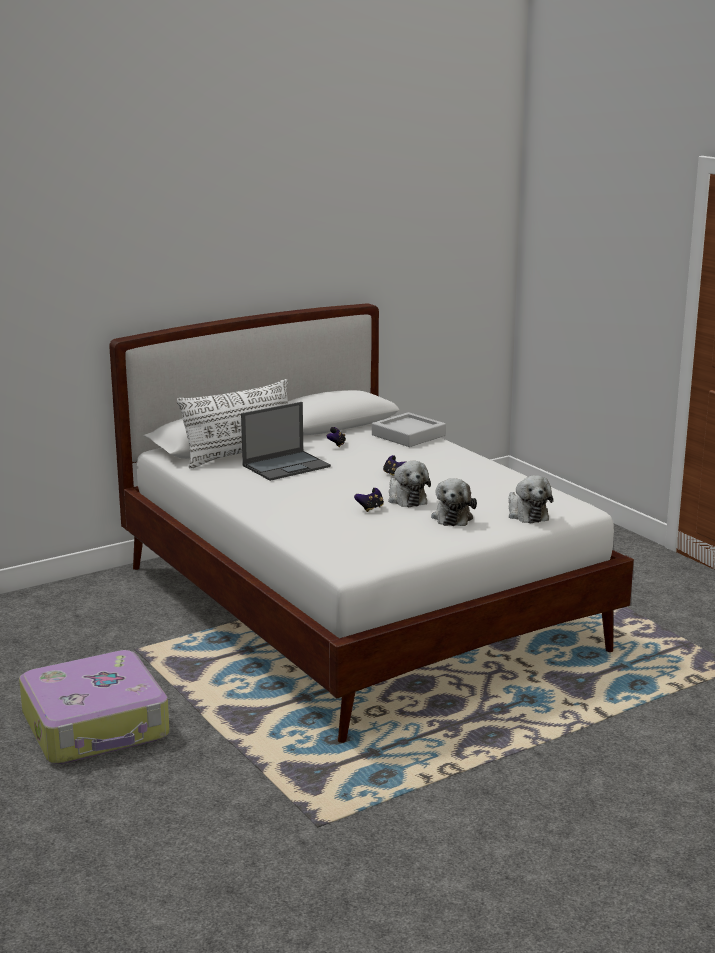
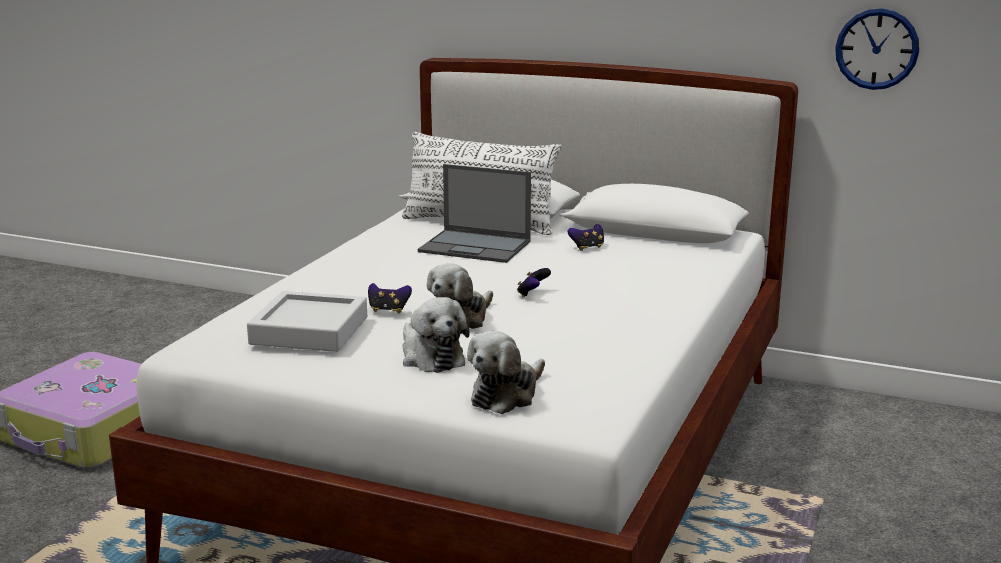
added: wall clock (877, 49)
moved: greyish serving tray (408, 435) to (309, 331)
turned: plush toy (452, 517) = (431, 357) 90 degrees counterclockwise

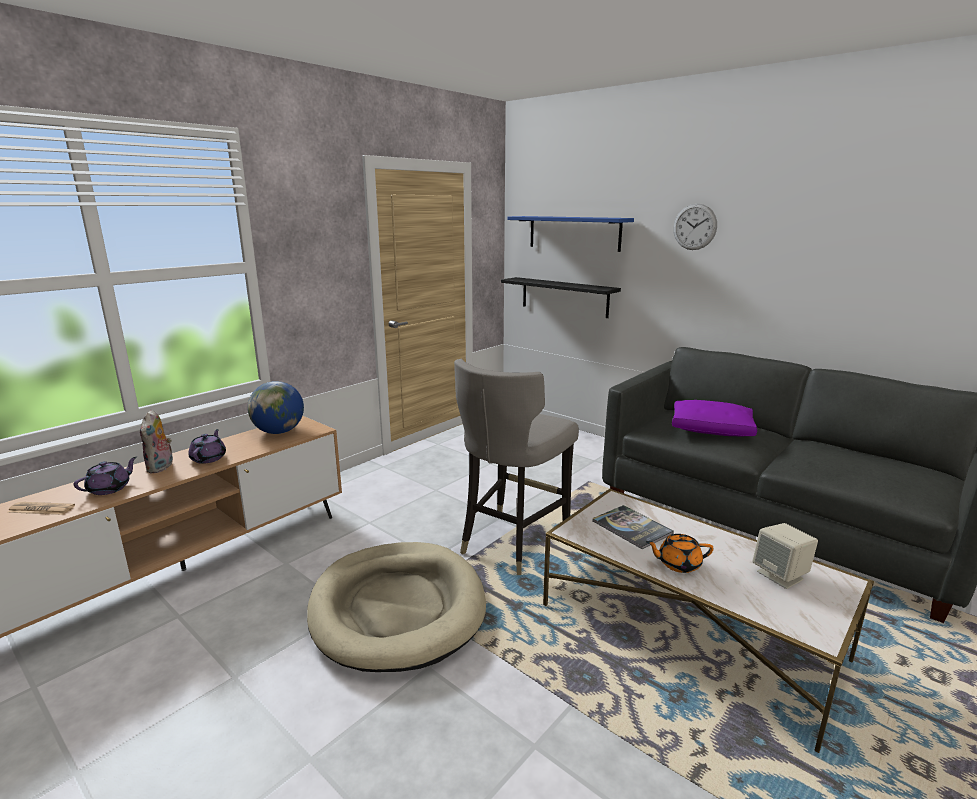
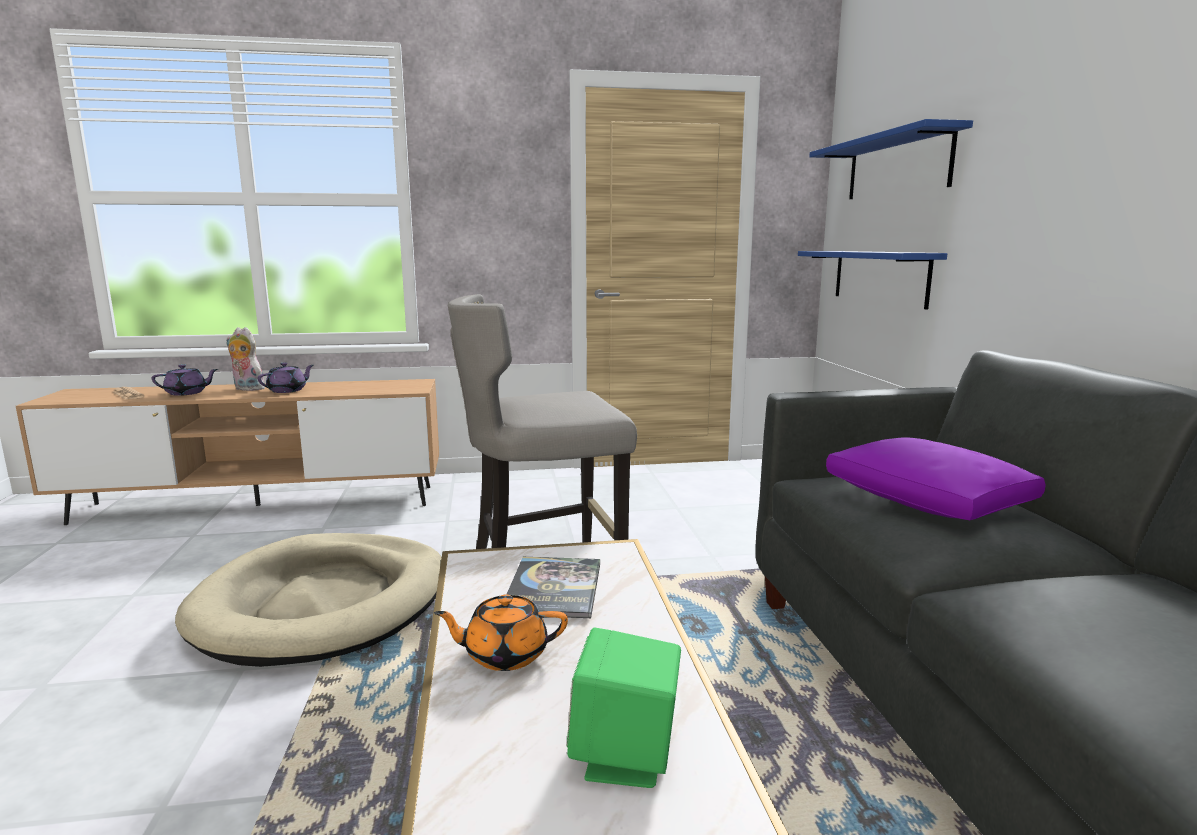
removed: globe (279, 432); wall clock (694, 227)
recoloured: blackish bracket shelf (564, 297) to bluish bracket shelf (879, 277); beige-coloured loudspeaker (780, 575) to green-coloured loudspeaker (626, 757)
turned: plush toy (161, 467) = (247, 389) 75 degrees clockwise; orange pot for tea (678, 564) = (504, 654) 45 degrees counterclockwise

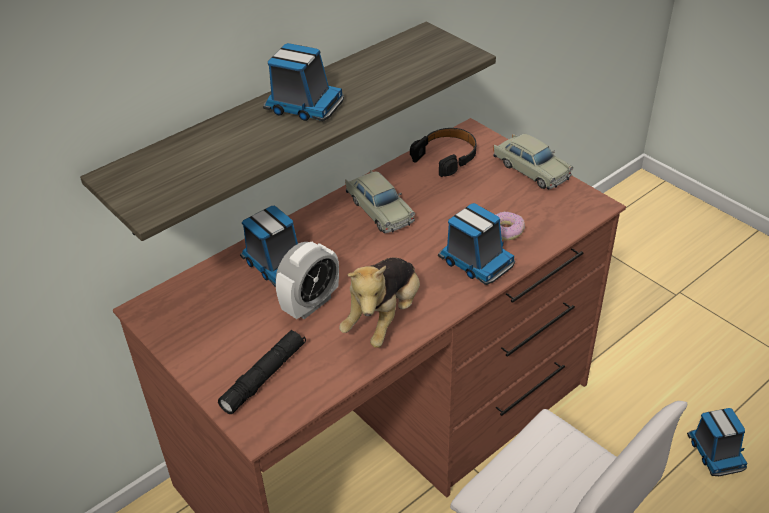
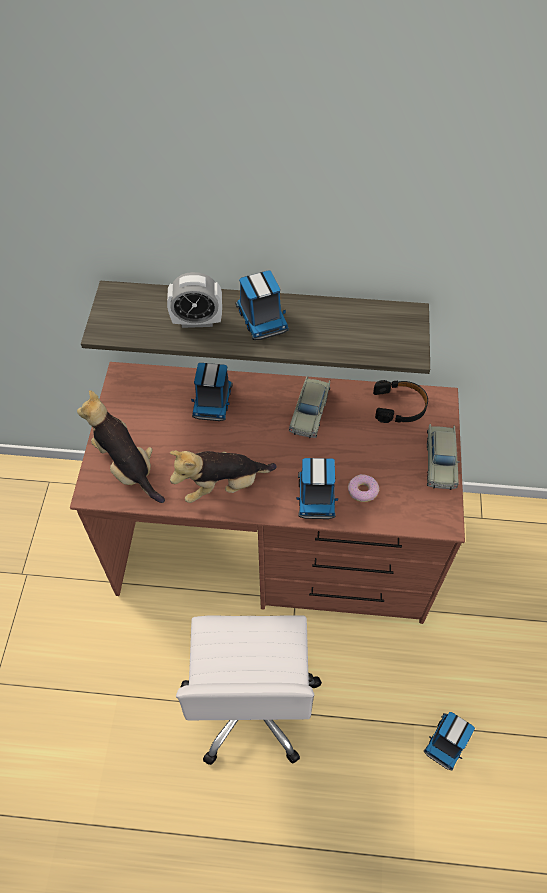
moved: table clock (310, 304) to (197, 321)
replaced: blackish torch (264, 376) to plush toy (127, 466)

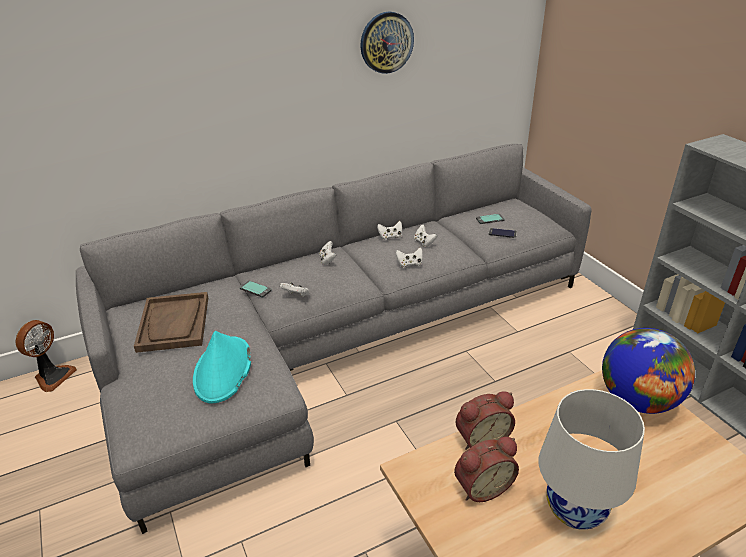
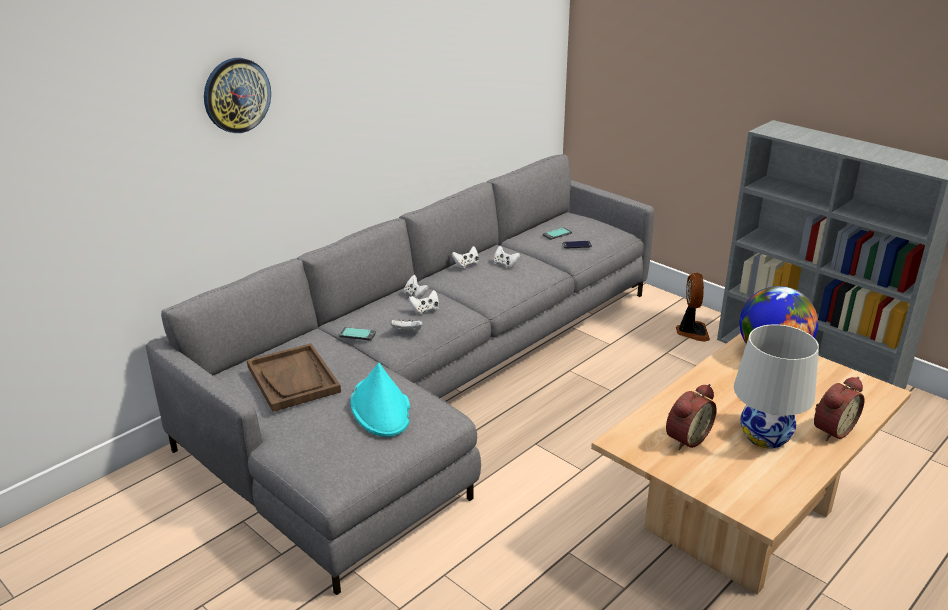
moved: fan (53, 376) to (691, 332); wall clock (386, 42) to (236, 95); whitish joypad (409, 264) to (425, 310); table clock (481, 438) to (831, 429)

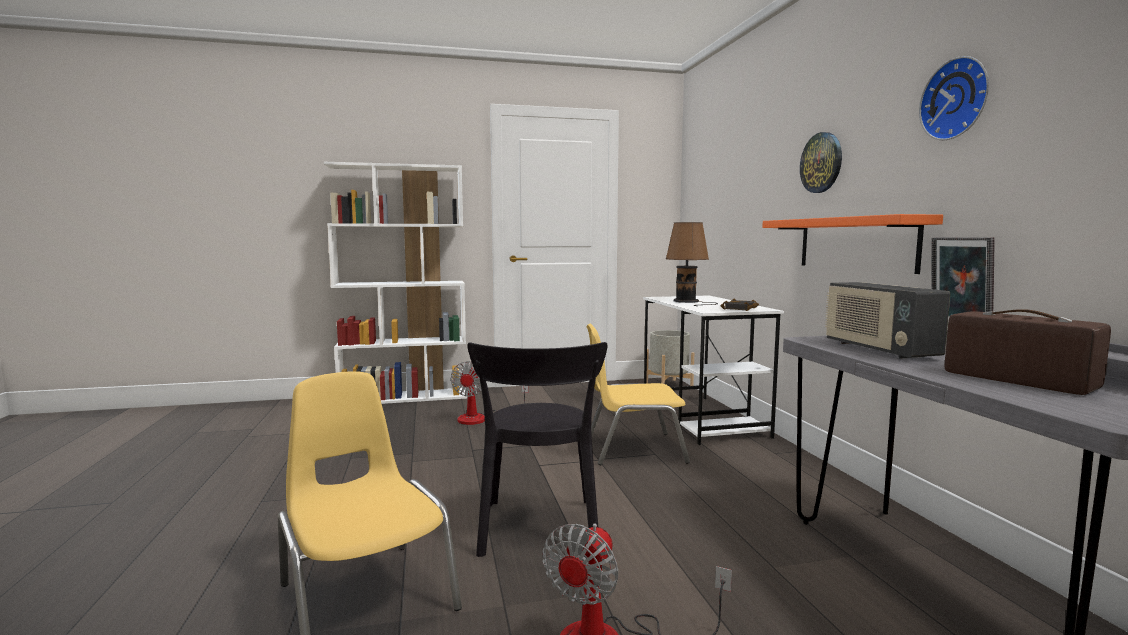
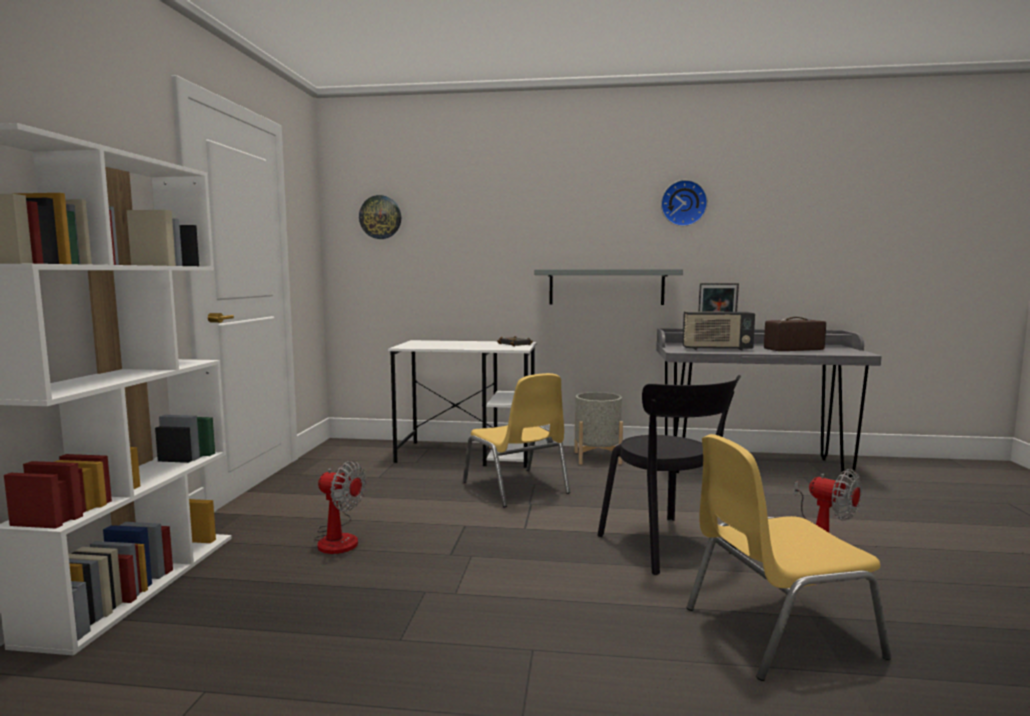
removed: brown lamp for a table (688, 301)
moved: greyish planter (668, 385) to (597, 458); wall clock (821, 163) to (380, 217)
recoloured: orange bracket shelf (855, 243) to greyish bracket shelf (606, 287)
turned: blackish upright chair (539, 531) = (668, 547) 45 degrees clockwise; yellow-coloured upright chair (633, 449) = (516, 488) 45 degrees counterclockwise

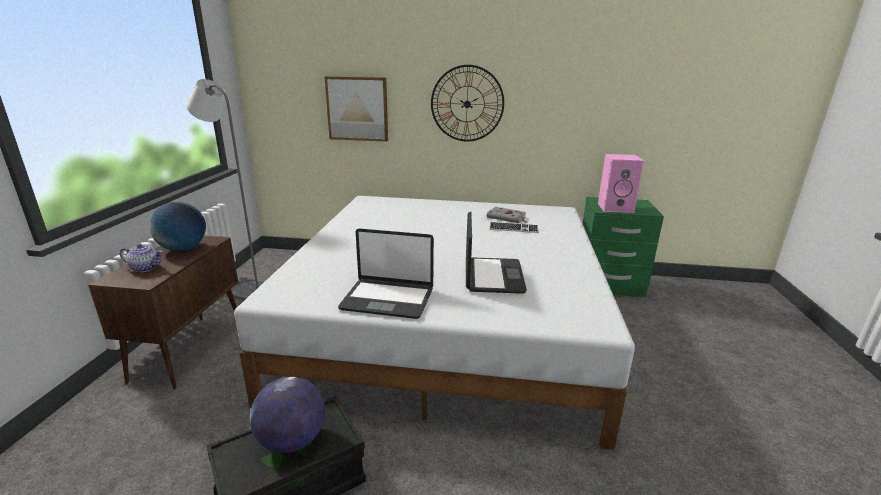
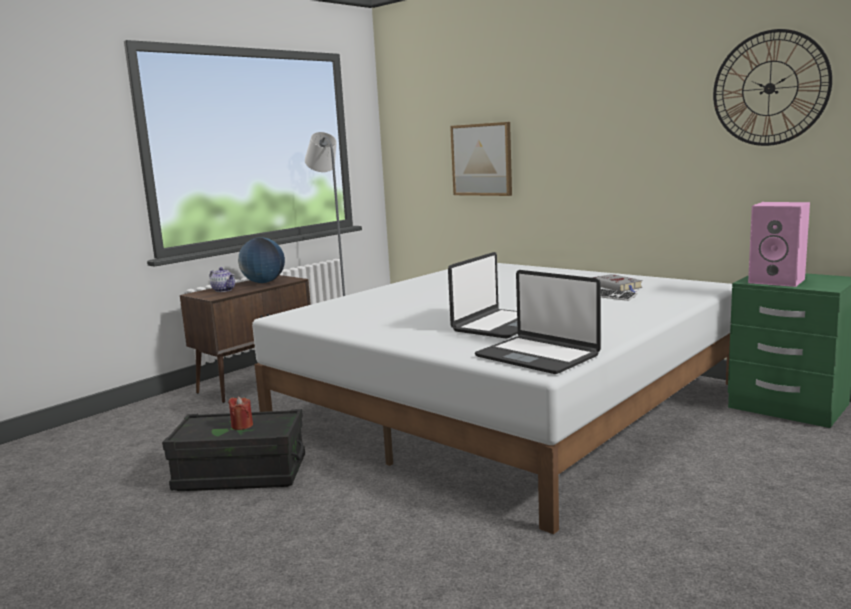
moved: portable computer (388, 299) to (538, 356); wall clock (467, 104) to (769, 88)
replaced: globe (292, 440) to reddish wax light (242, 425)

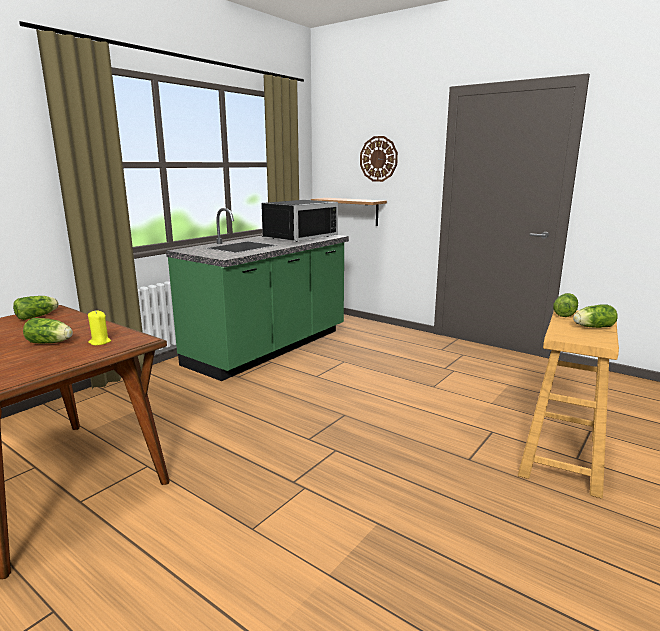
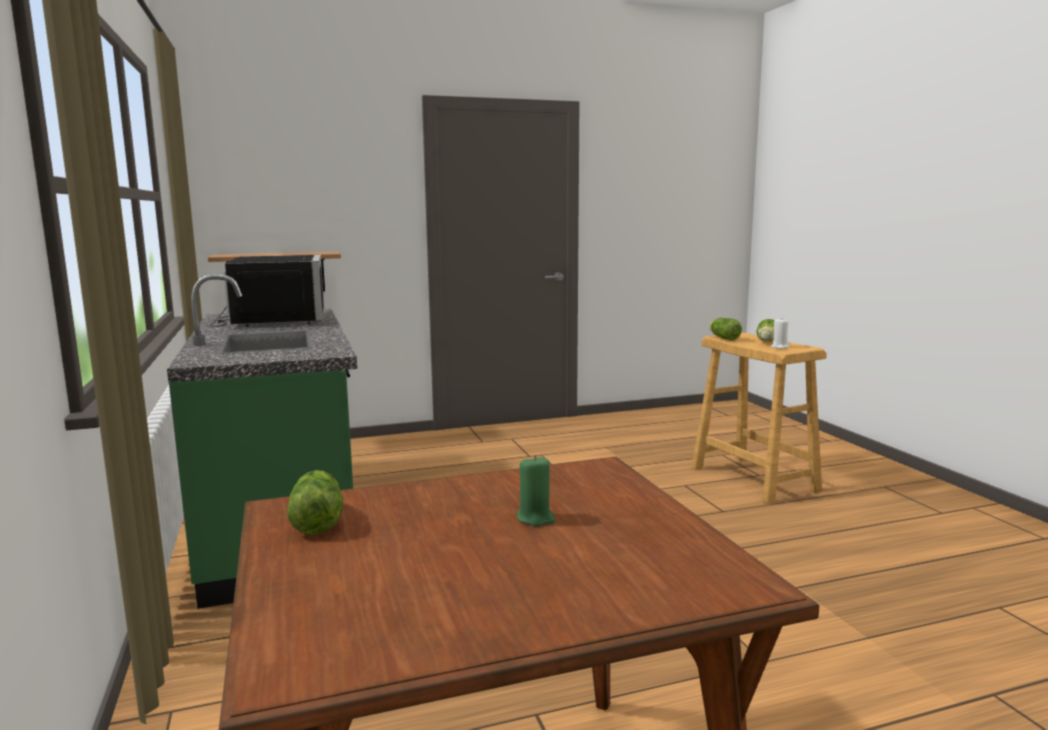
removed: yellow-coloured wax light (100, 342); wall clock (378, 159)
added: whitish wax light (780, 347)
replaced: head of lettuce (51, 343) to green-coloured wax light (535, 518)

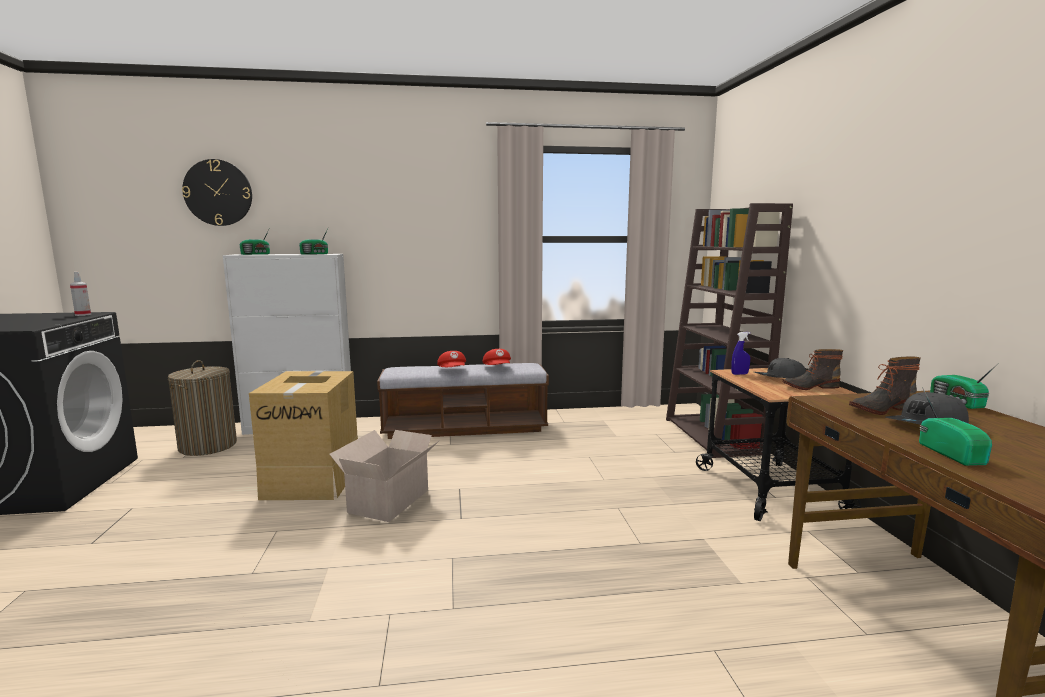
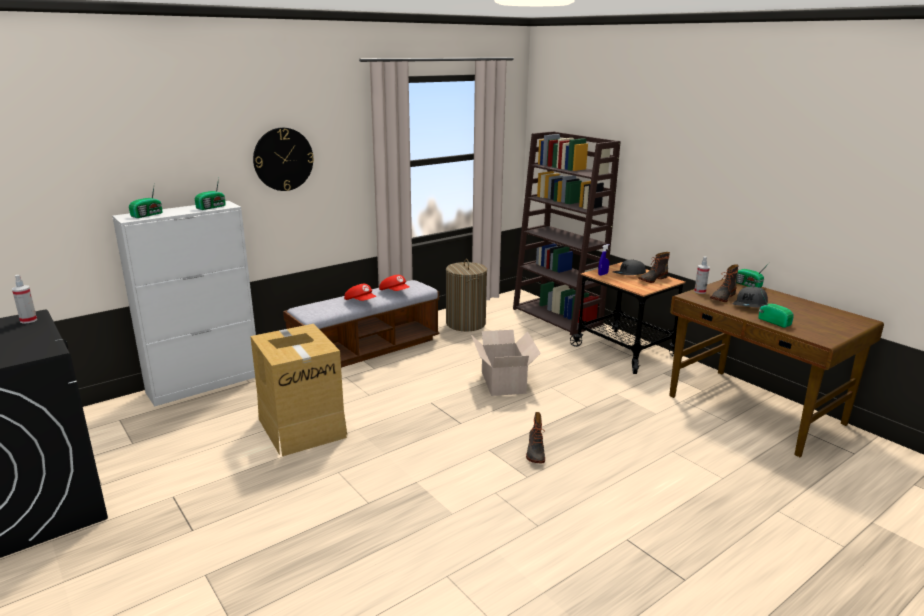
added: tall boot (535, 452); spray bottle (700, 291)
moved: washing basket (208, 446) to (465, 323); wall clock (218, 193) to (283, 159); packing box (391, 500) to (503, 381)

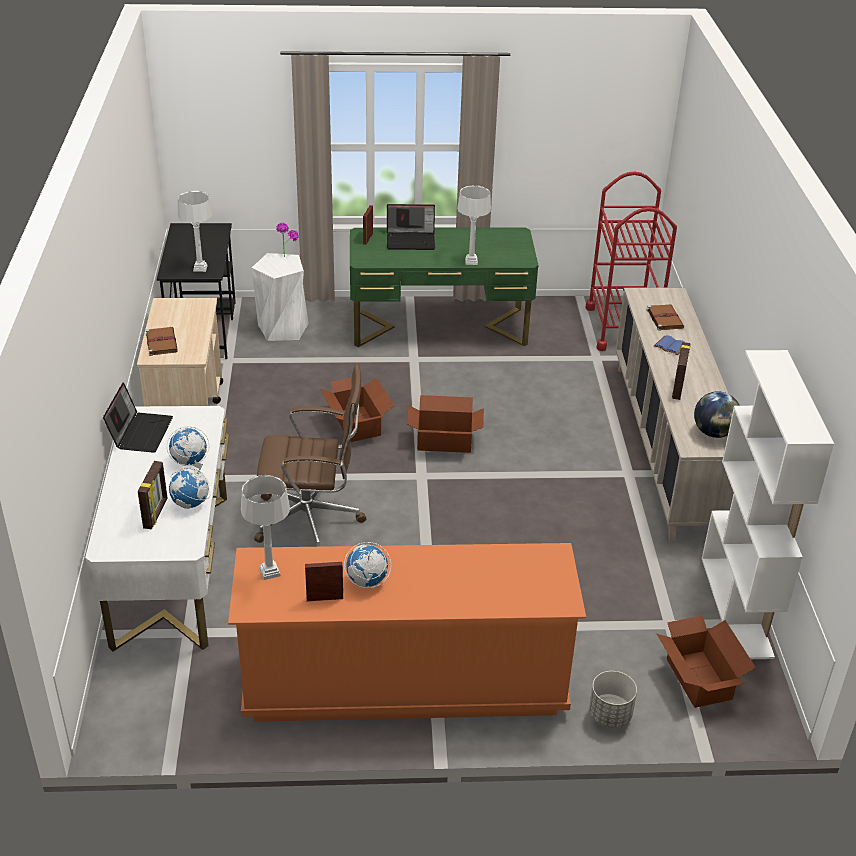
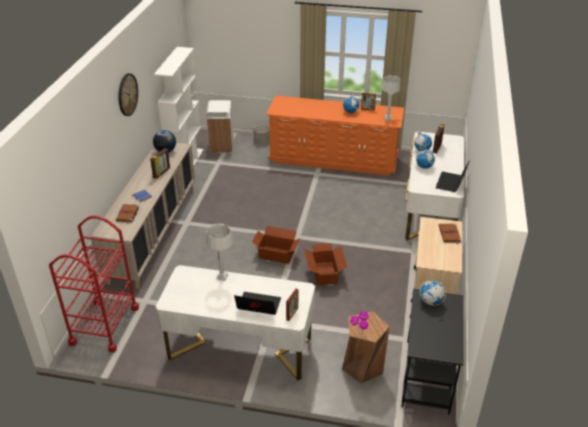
removed: brown computer chair (311, 520)
added: wall clock (127, 94)
replaced: greyish lamp for a table (200, 268) to globe (430, 301); packing box (698, 679) to whitish waste bin (222, 146)
recoloured: whitish stool seat (283, 328) to brown stool seat (362, 366); green-coloured desk unit (439, 327) to whitish desk unit (240, 348)

